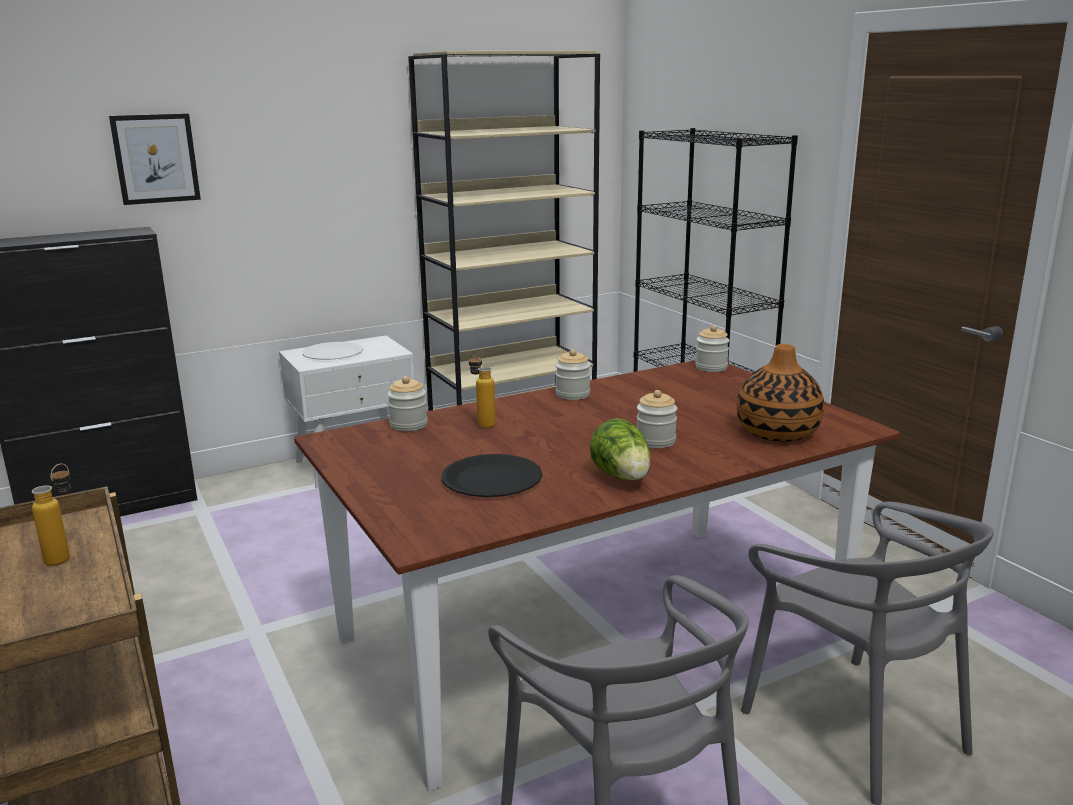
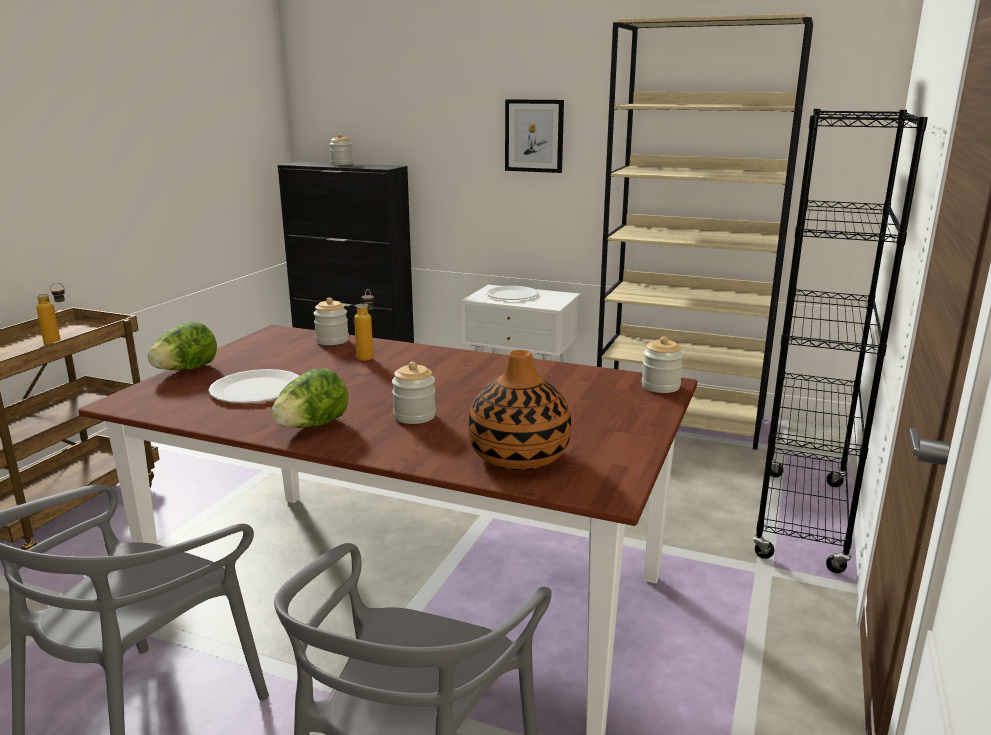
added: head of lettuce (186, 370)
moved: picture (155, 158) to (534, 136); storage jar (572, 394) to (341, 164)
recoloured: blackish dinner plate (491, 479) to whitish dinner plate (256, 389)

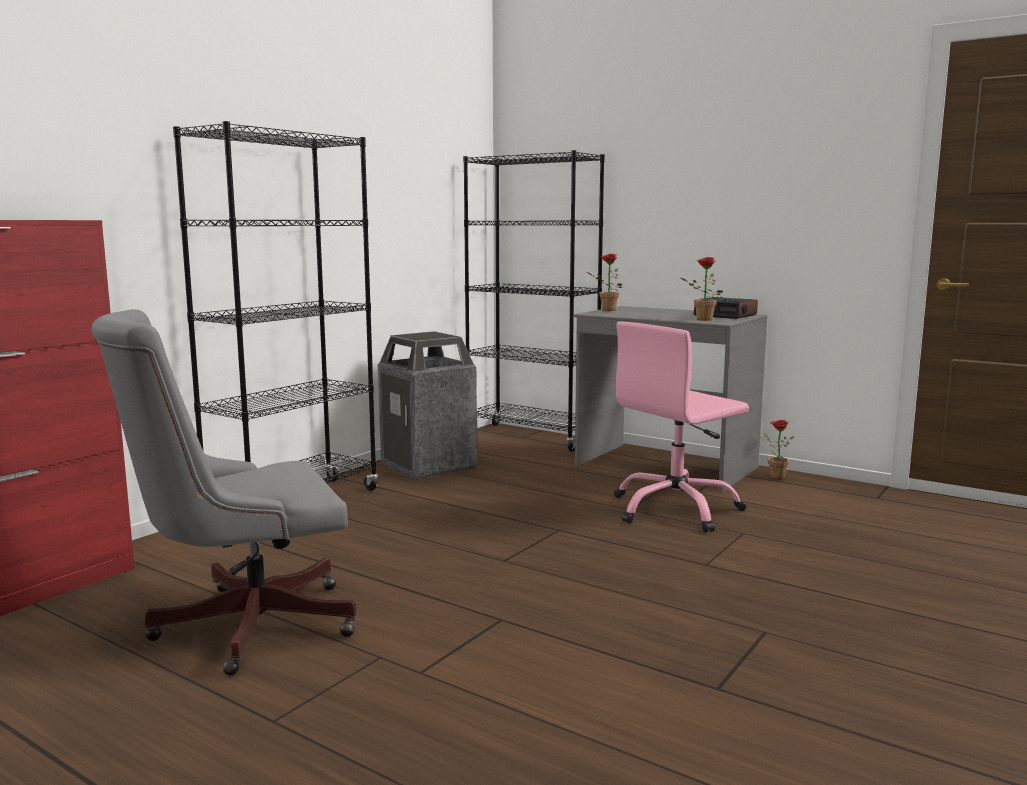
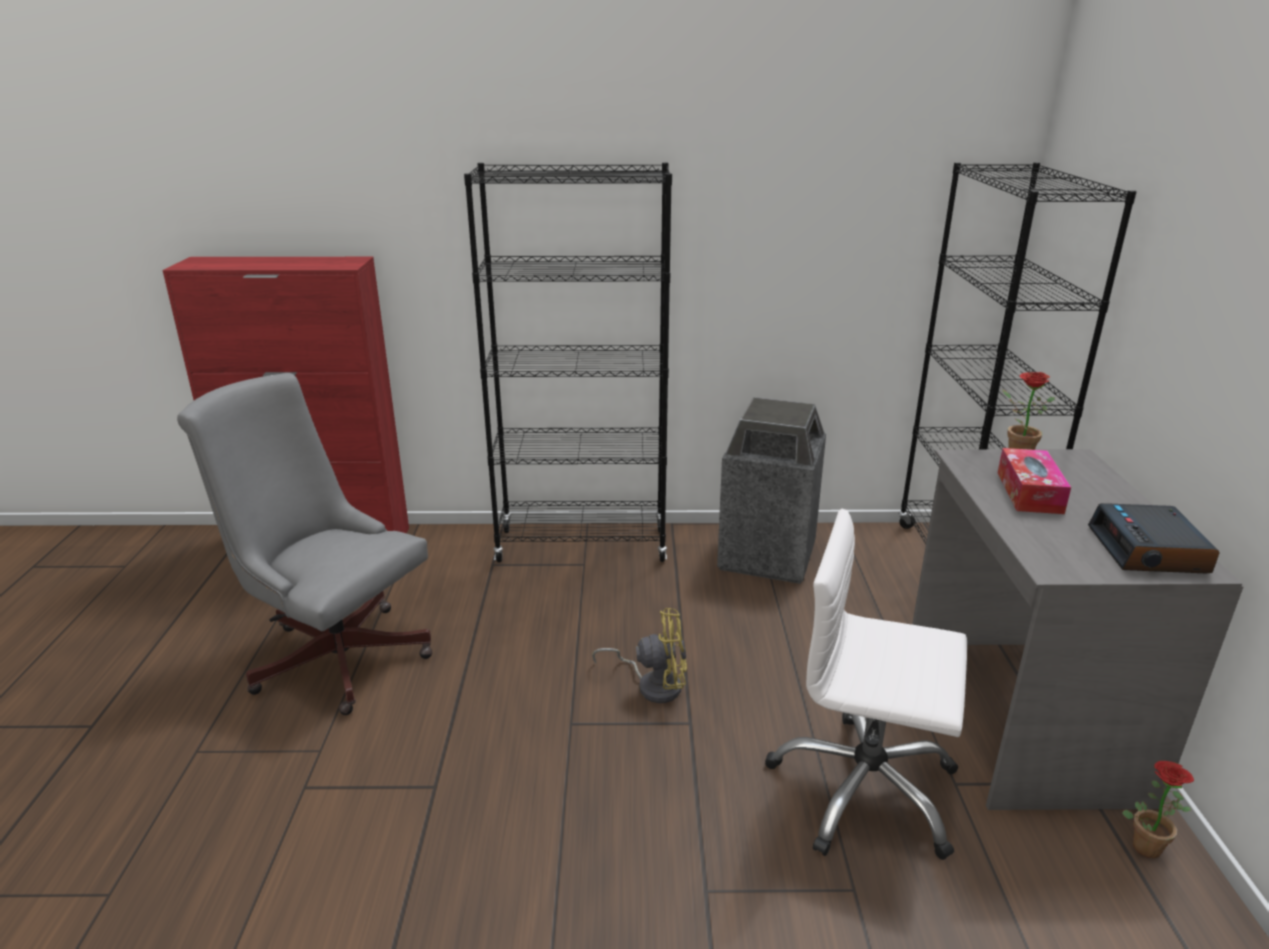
removed: houseplant (701, 319)
added: yellow-coloured fan (653, 684); tissue holder (1029, 492)
recoloured: pinkish computer chair (675, 509) to whitish computer chair (864, 790)

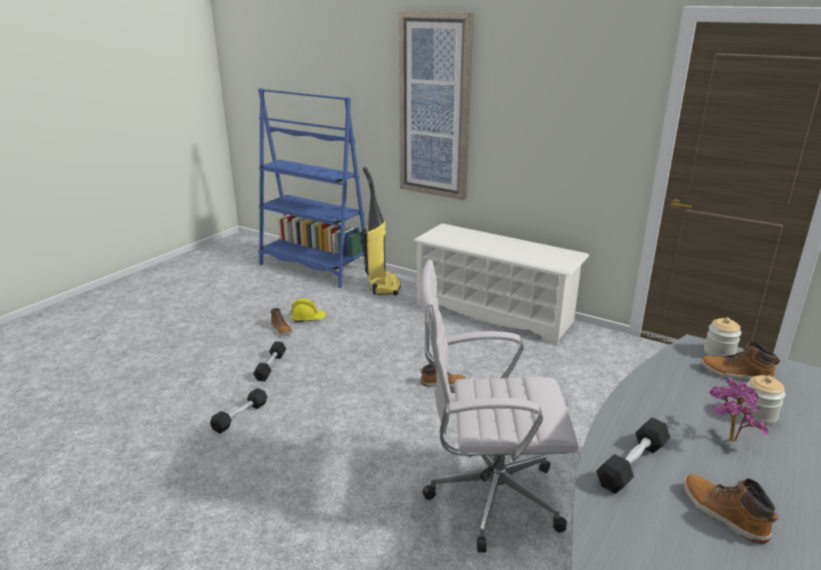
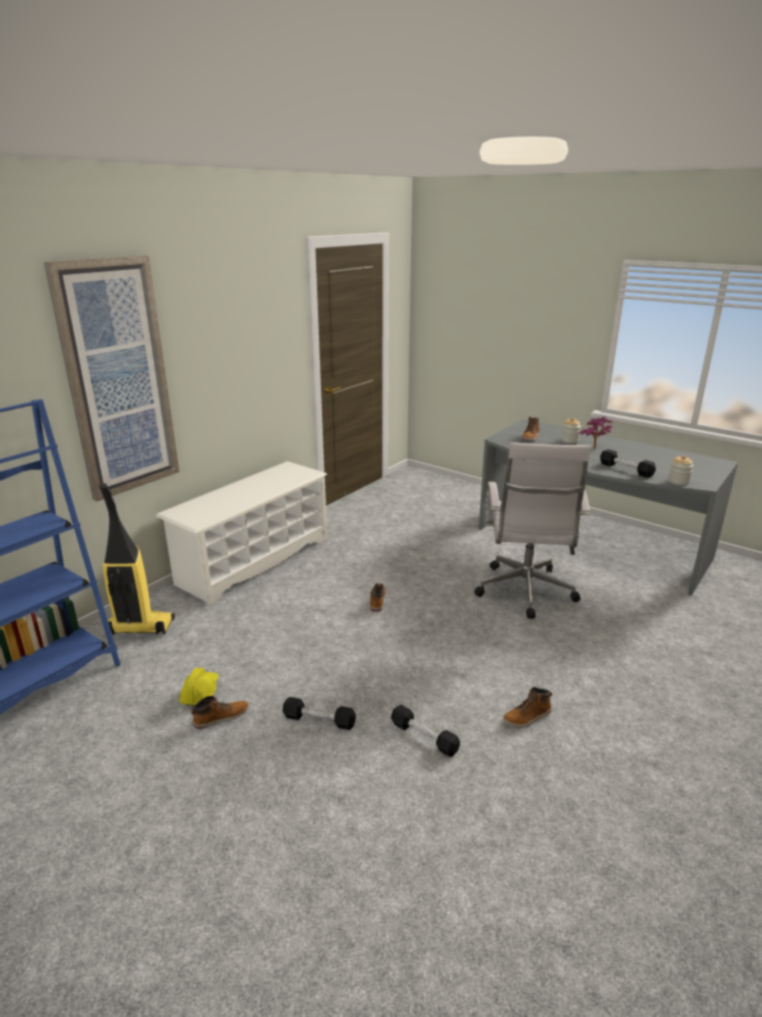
moved: tall boot (722, 514) to (527, 717); storage jar (719, 353) to (678, 481)

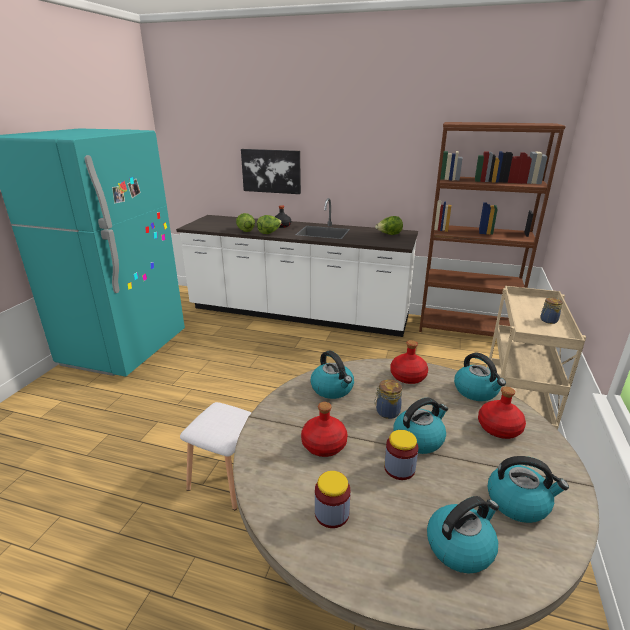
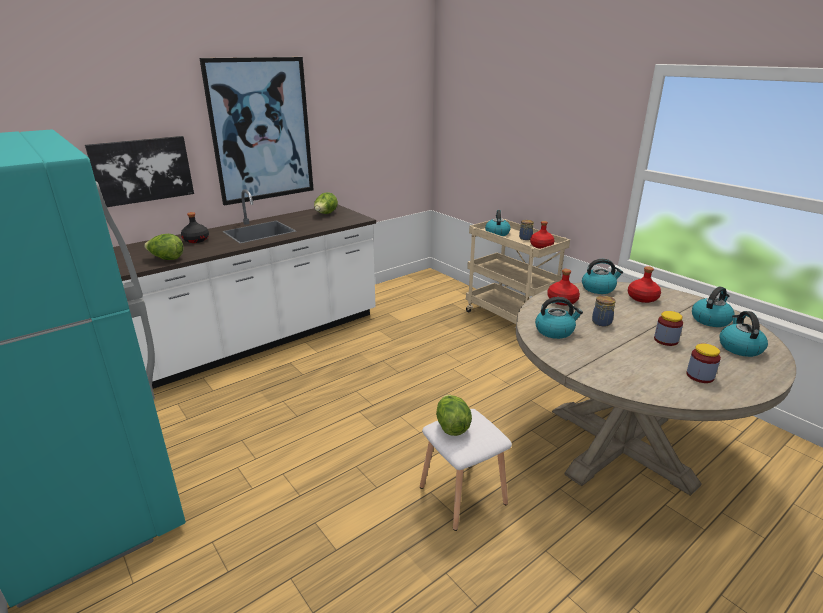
removed: brown shelving unit (465, 329)
added: picture (261, 131)
moved: head of lettuce (269, 233) to (452, 426); reddish beverage bottle (324, 444) to (541, 246); kettle (419, 439) to (497, 233)

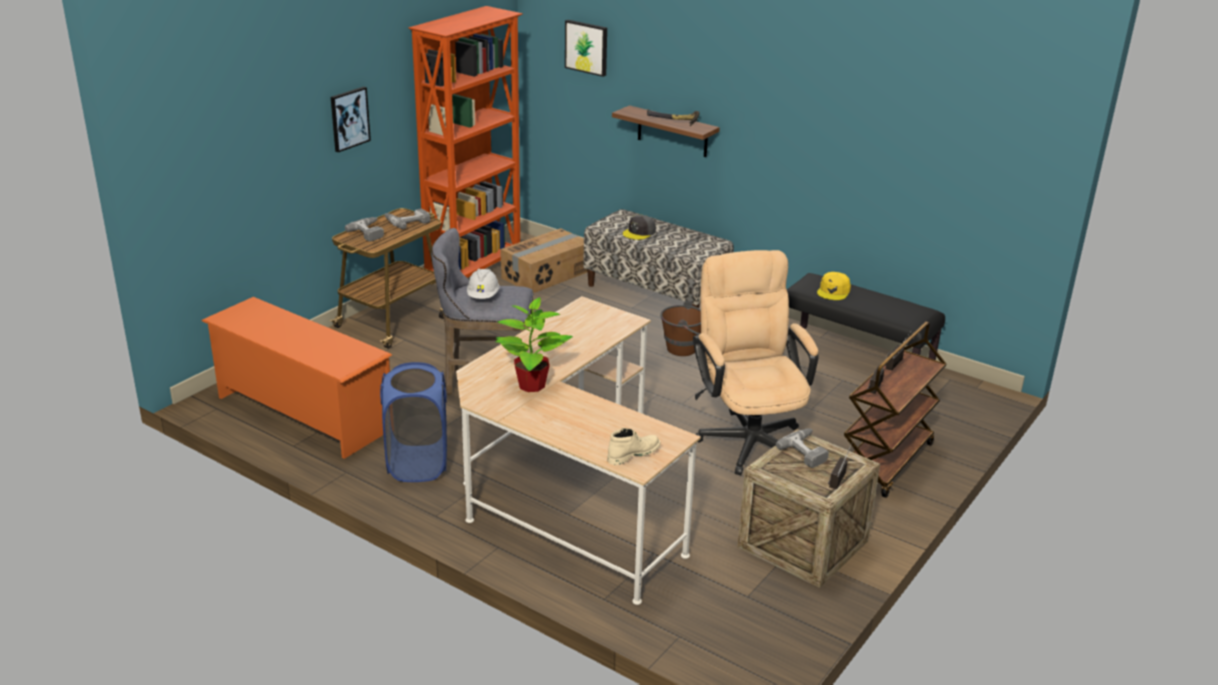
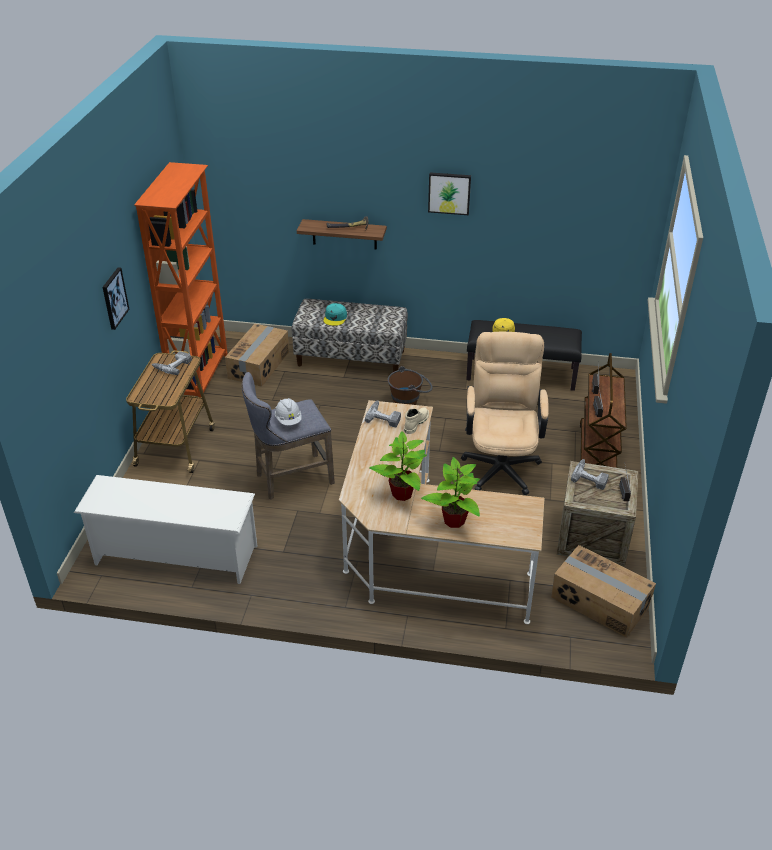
removed: bluish washing basket (417, 464)
added: houseplant (454, 521); packing box (599, 602)
moved: power drill (370, 232) to (384, 416); picture (587, 47) to (449, 193); beige-coloured tall boot (633, 454) to (415, 423)
recoloured: orange shoe rack (303, 413) to whitish shoe rack (175, 555); greyish cap (639, 232) to turquoise-coloured cap (335, 318)
turned: beige-coloured computer chair (748, 437) = (501, 463) 45 degrees clockwise

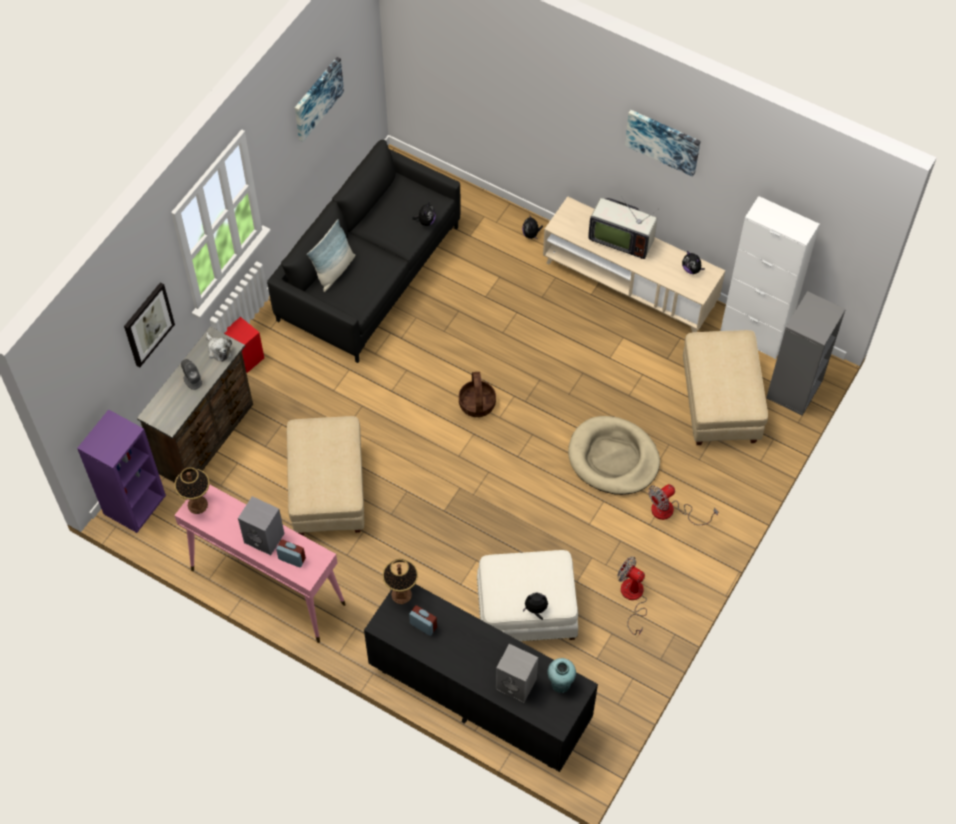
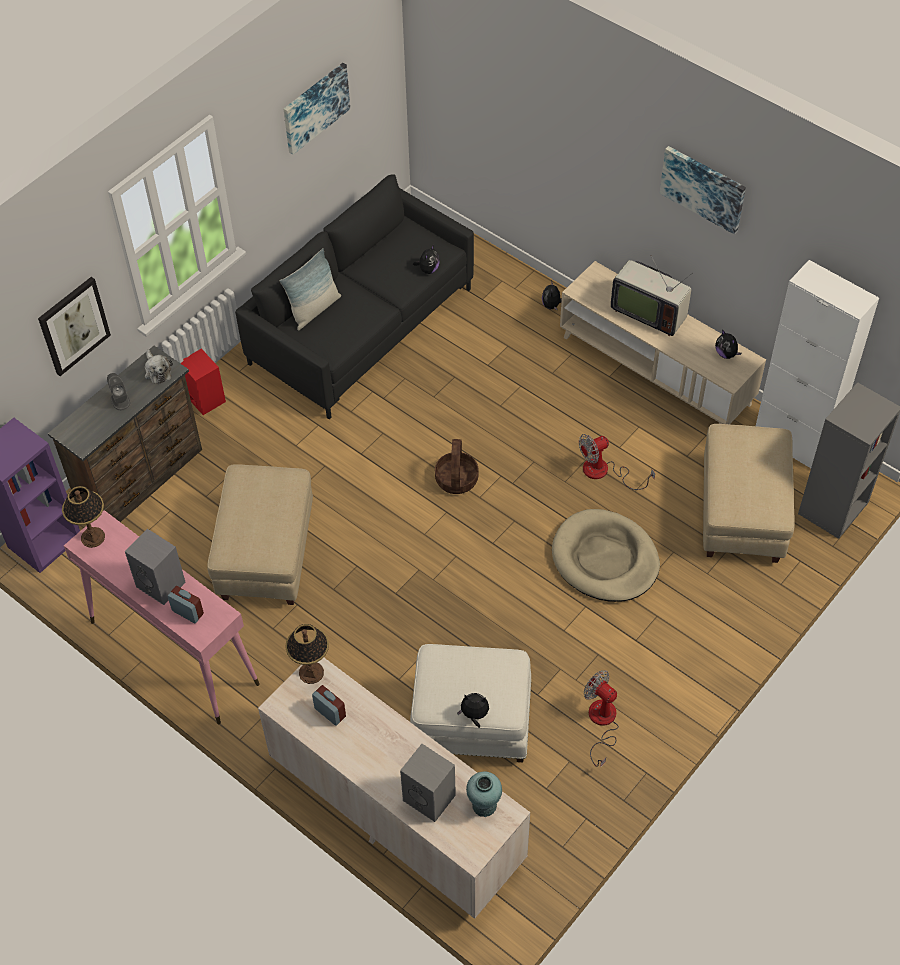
moved: fan (671, 511) to (604, 472)
recoloured: blackish dresser (479, 696) to beige-coloured dresser (396, 813)

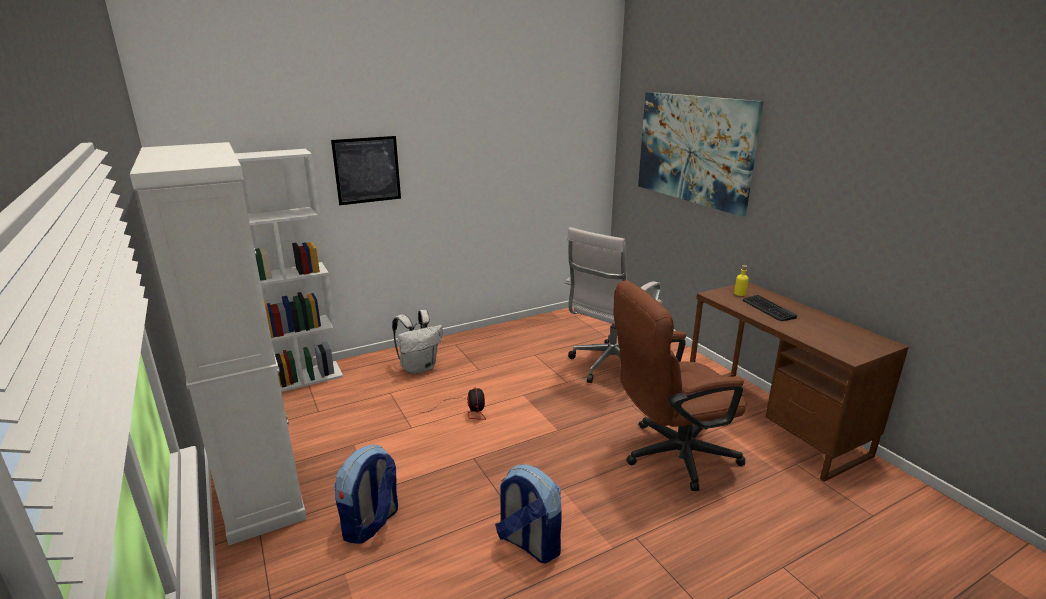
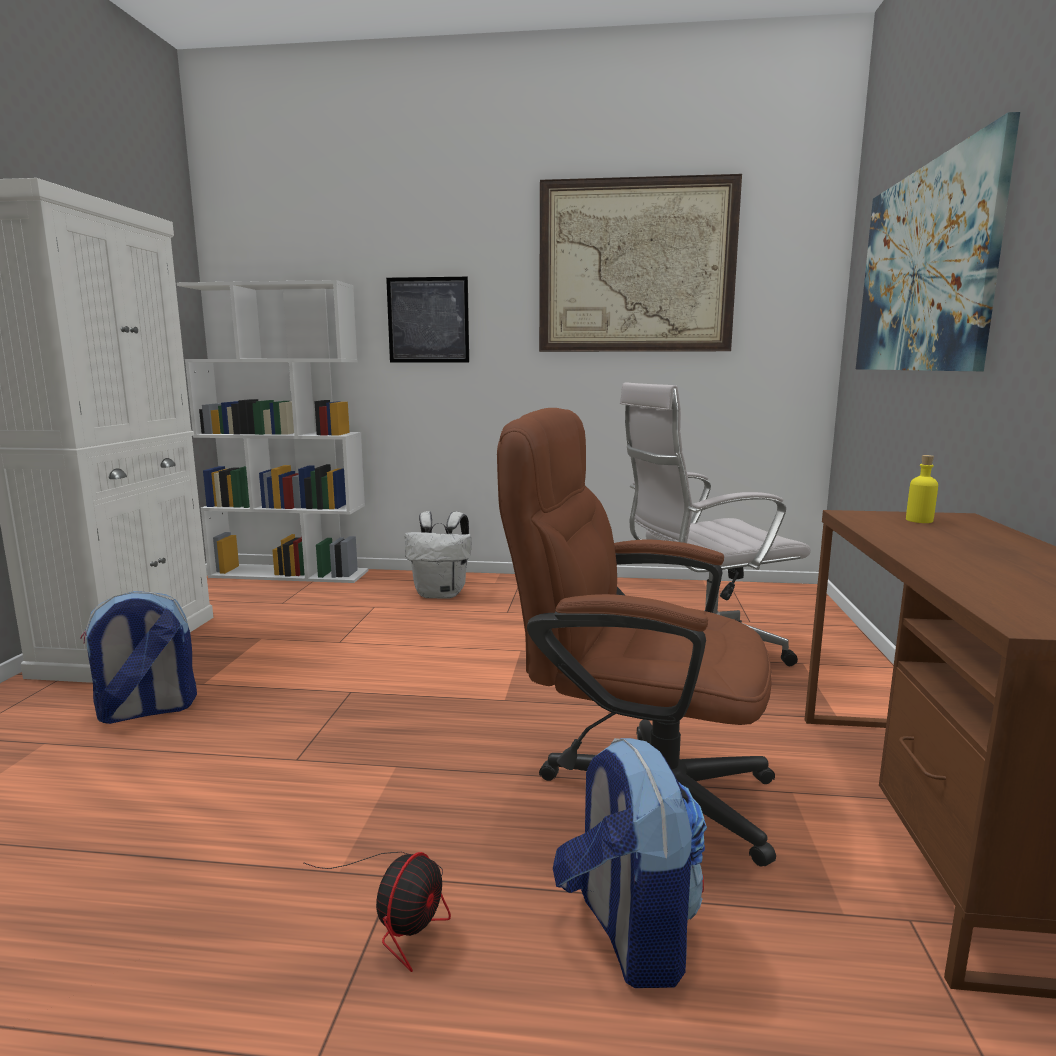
removed: computer keyboard (768, 309)
added: picture (636, 267)
moved: fan (466, 411) to (402, 912); rucksack (528, 543) to (627, 932)

